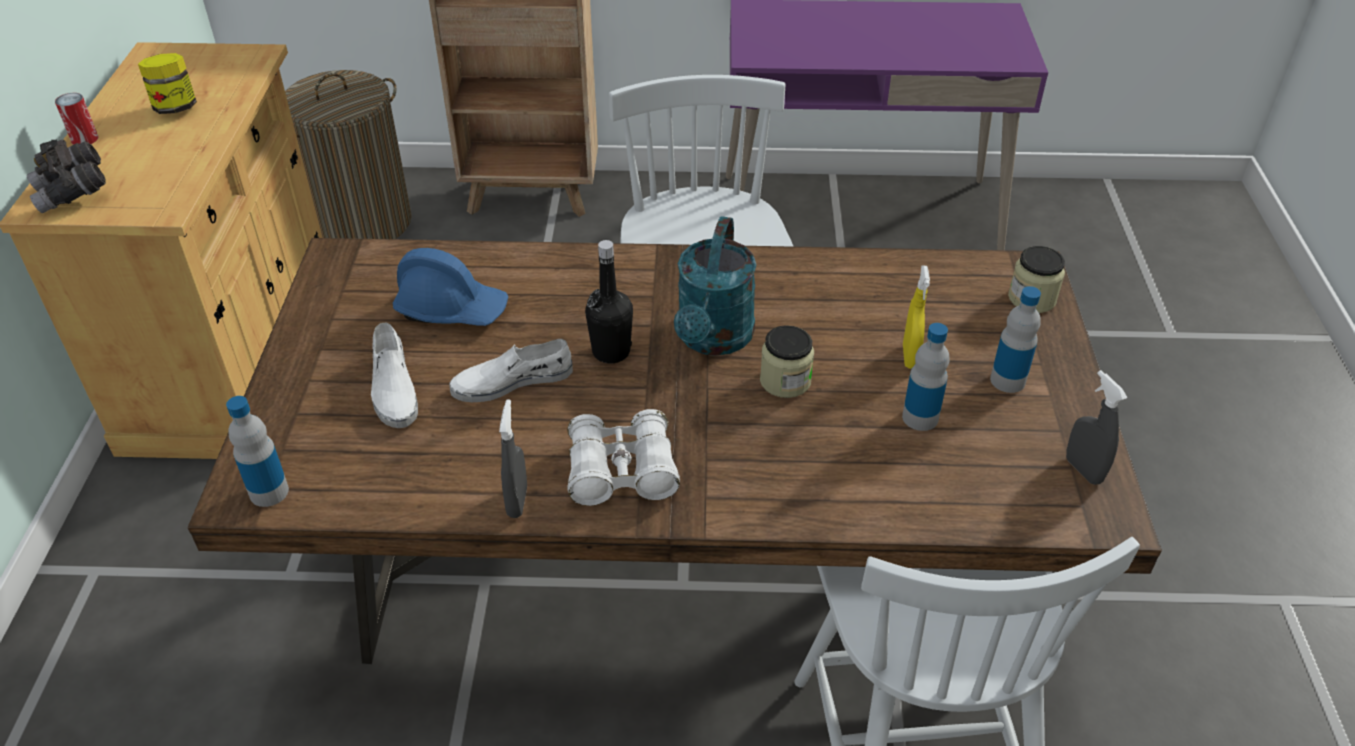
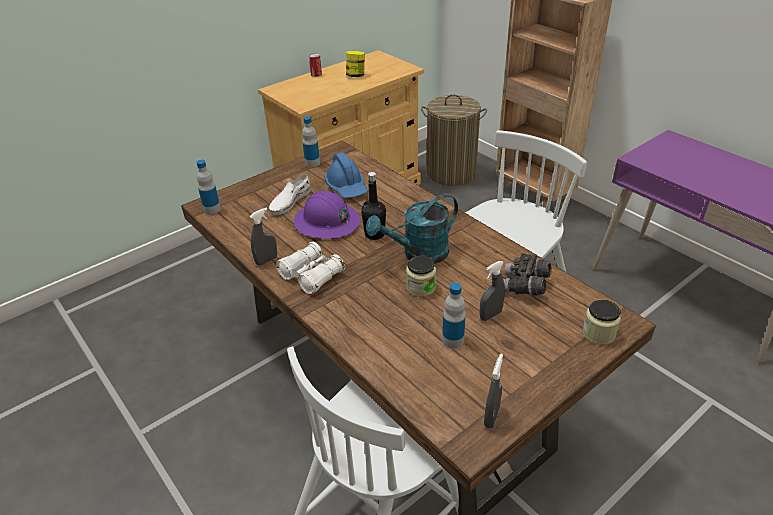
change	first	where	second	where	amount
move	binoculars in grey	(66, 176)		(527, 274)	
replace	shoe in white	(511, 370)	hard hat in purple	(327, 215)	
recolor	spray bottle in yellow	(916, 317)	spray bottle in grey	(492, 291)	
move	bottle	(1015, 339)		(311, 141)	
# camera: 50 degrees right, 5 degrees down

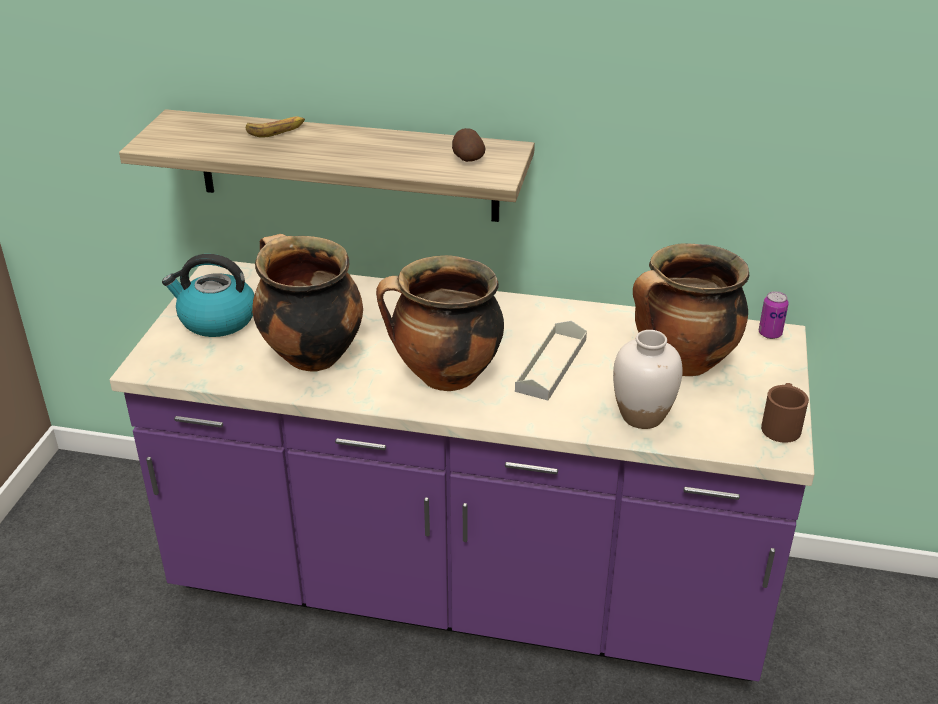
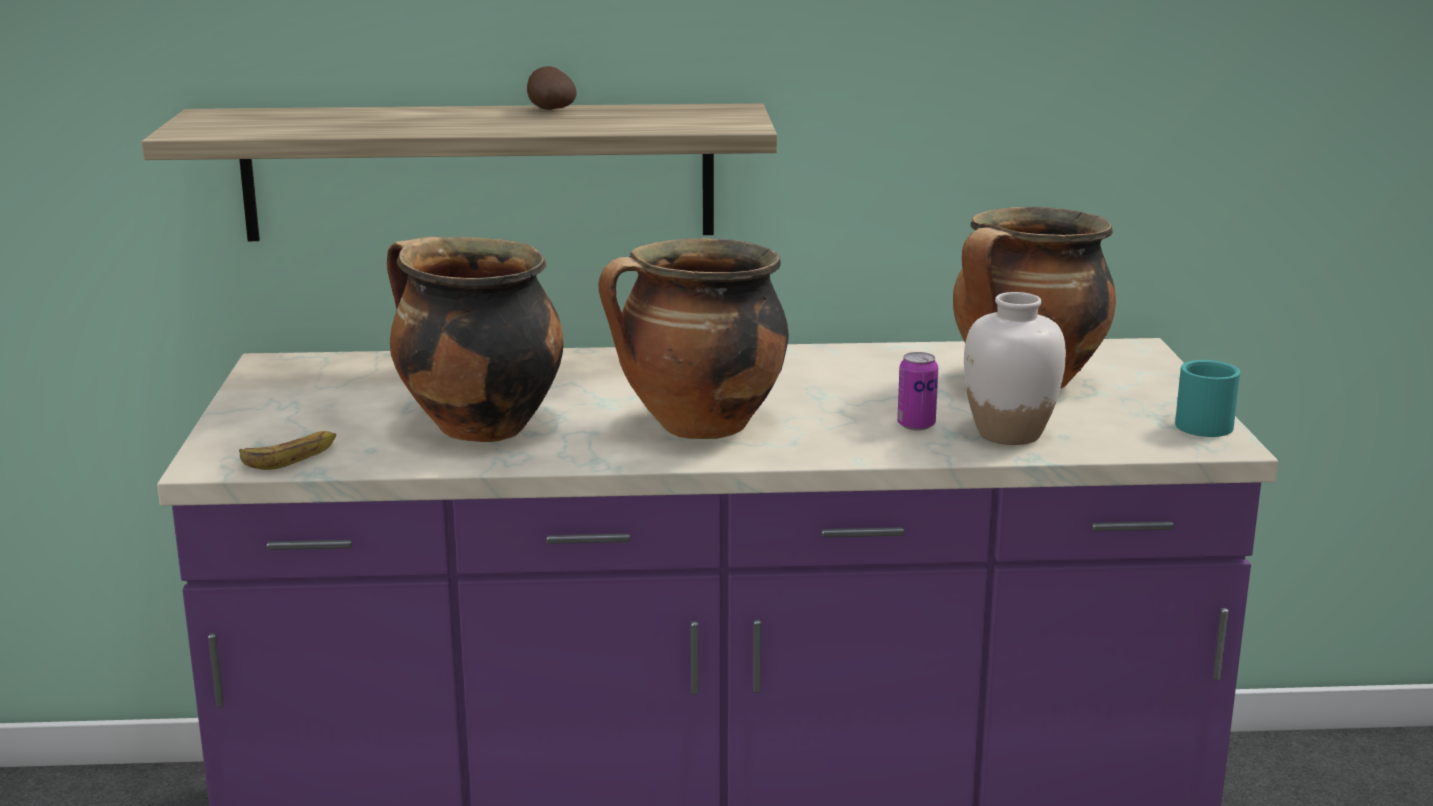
change	first	where	second	where	amount
delete	kettle	(208, 295)			
move	banana	(275, 126)		(287, 450)	
move	potato	(468, 145)		(552, 88)	
delete	tray in grey	(551, 360)			
move	can	(773, 315)		(917, 391)	
recolor	mug in brown	(785, 413)	mug in turquoise	(1207, 398)	
# camera: 15 degrees left, 15 degrees down

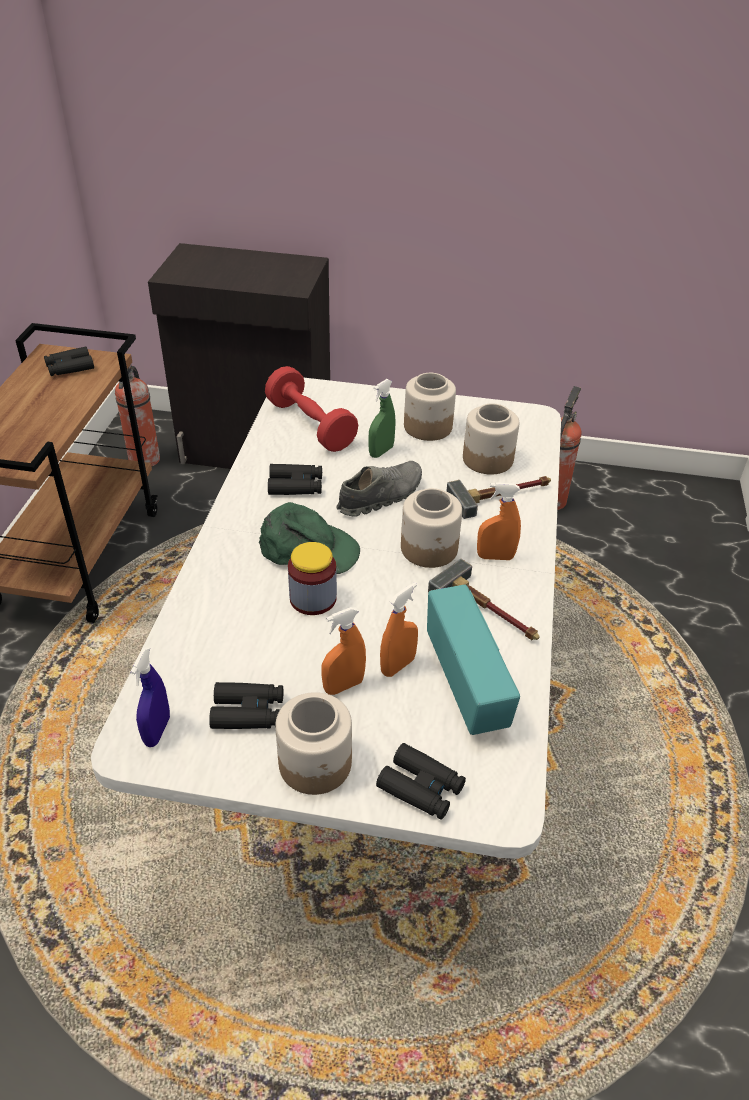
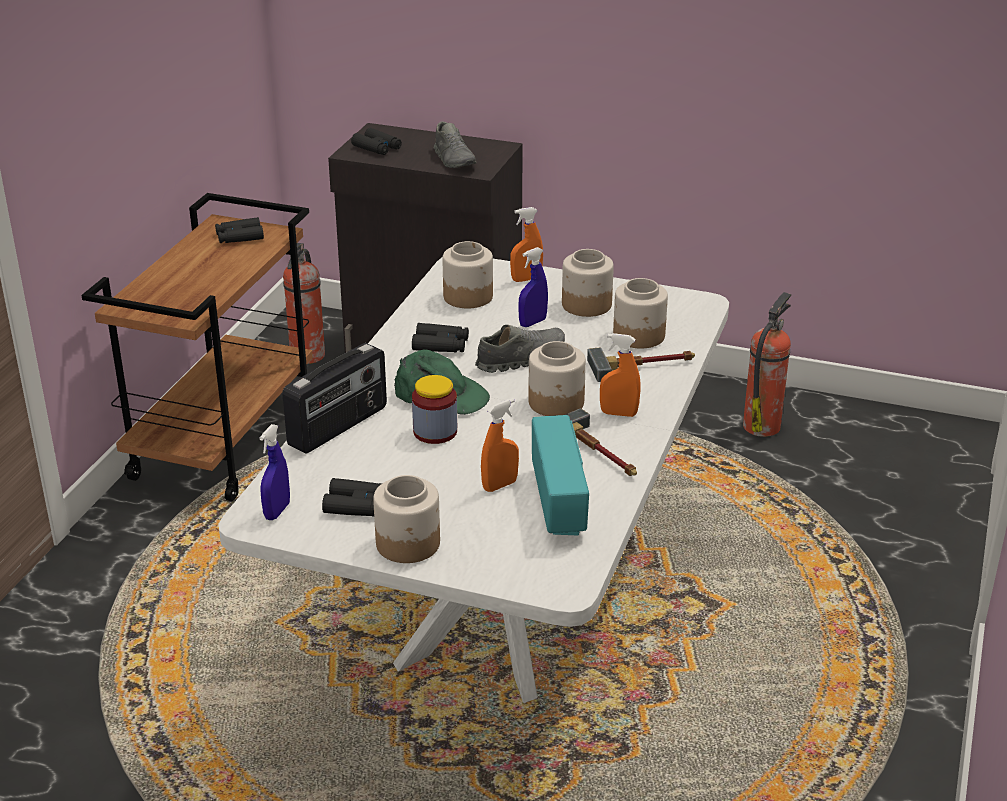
change	first	where	second	where	amount
replace	dumbbell in red	(311, 409)	jar	(467, 274)	
move	spray bottle in orange	(343, 651)		(526, 244)	
recolor	spray bottle in green	(382, 418)	spray bottle in blue	(533, 287)	
move	binoculars in black	(421, 781)		(376, 141)	
insert			radio	(334, 398)	
insert			shoe in grey	(455, 144)	
# camera: 10 degrees right, 10 degrees down

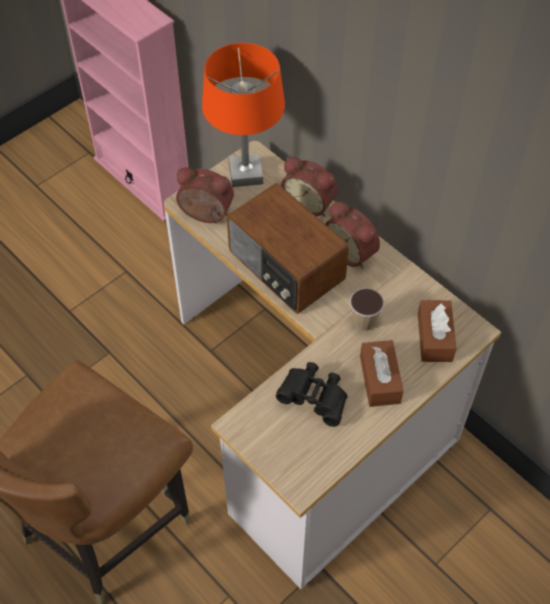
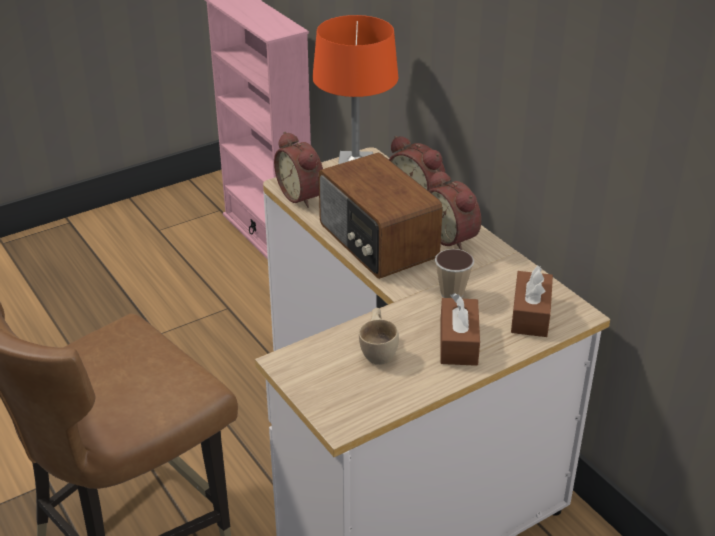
change	first	where	second	where	amount
rotate	alarm clock	(205, 195)		(298, 170)	150 degrees counterclockwise
replace	binoculars in black	(312, 394)	cup in beige	(379, 336)	
# camera: 10 degrees right, 20 degrees down

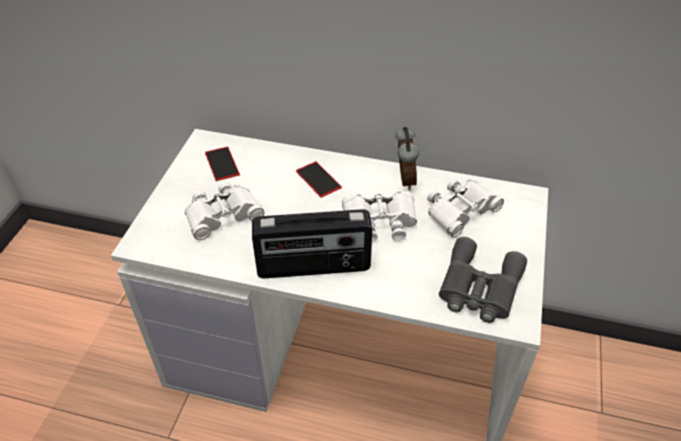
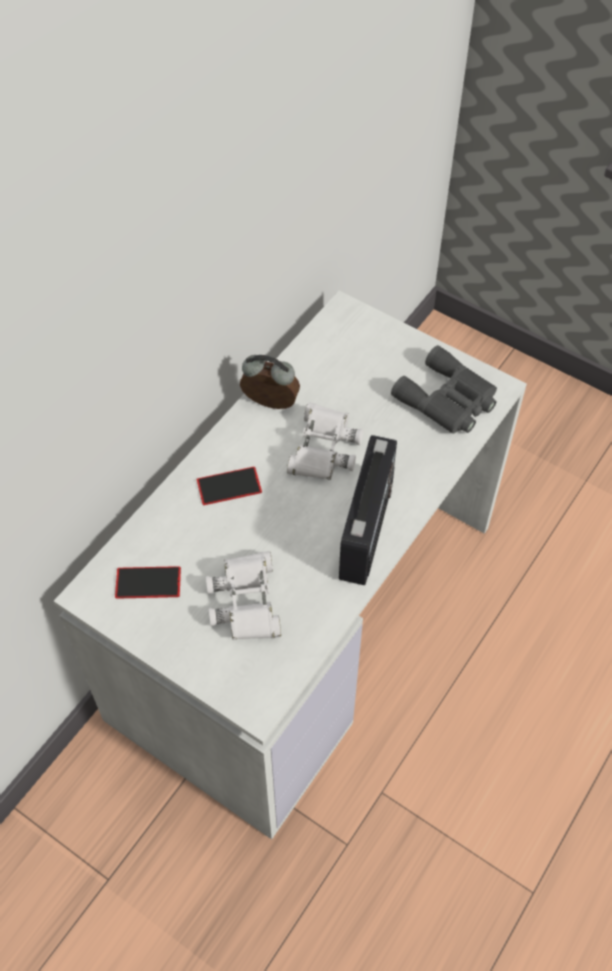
change	first	where	second	where	amount
delete	binoculars in white	(465, 207)			
# camera: 70 degrees left, 10 degrees up

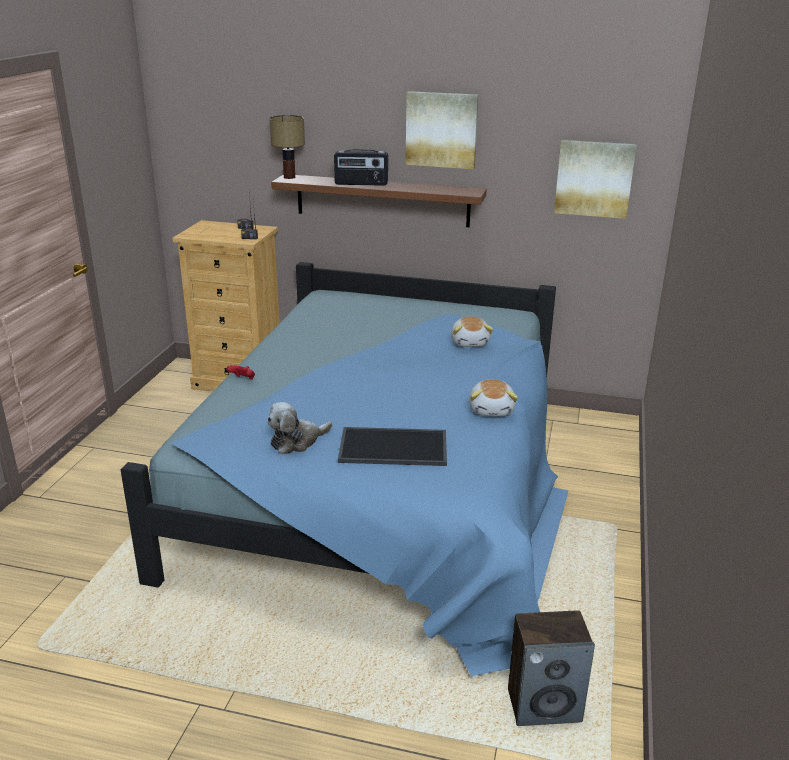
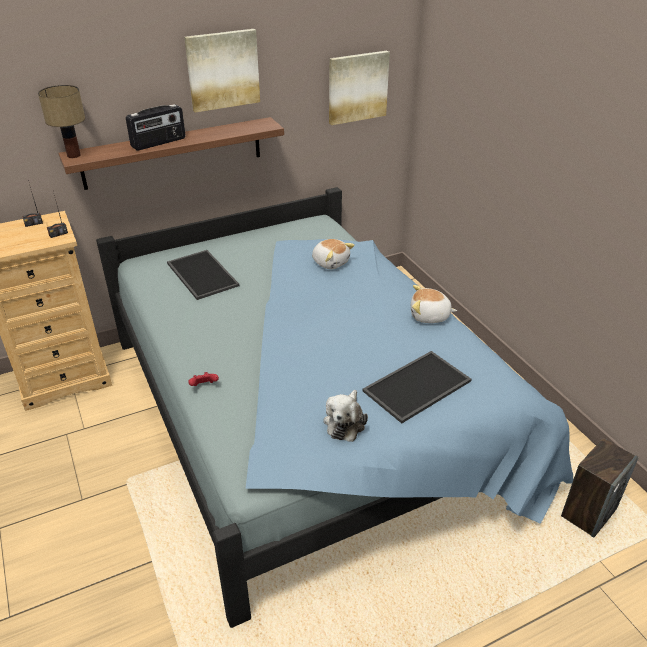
change	first	where	second	where	amount
rotate	plush toy	(493, 397)		(434, 304)	135 degrees clockwise
insert			tray	(203, 275)	
# camera: 40 degrees left, 10 degrees up

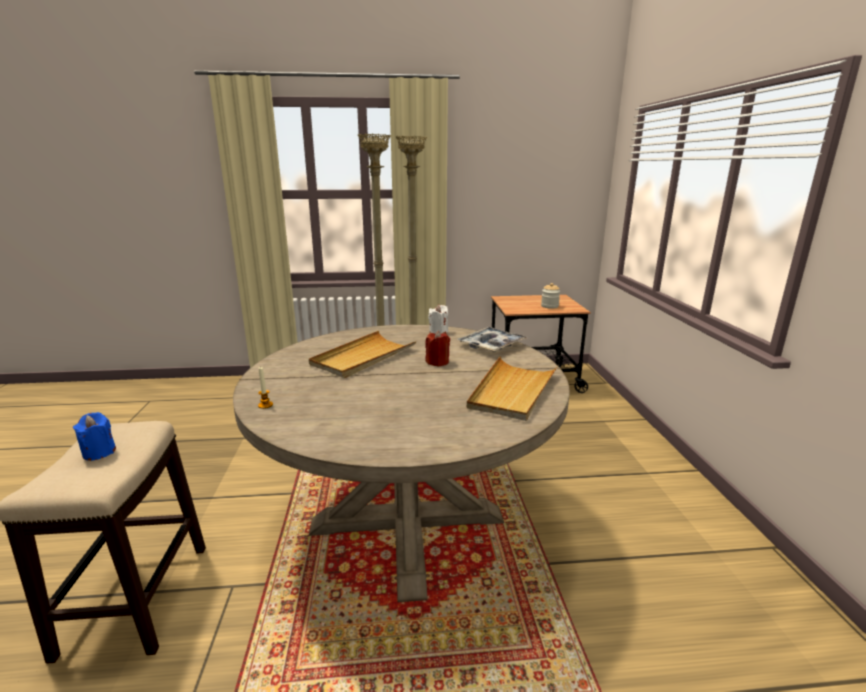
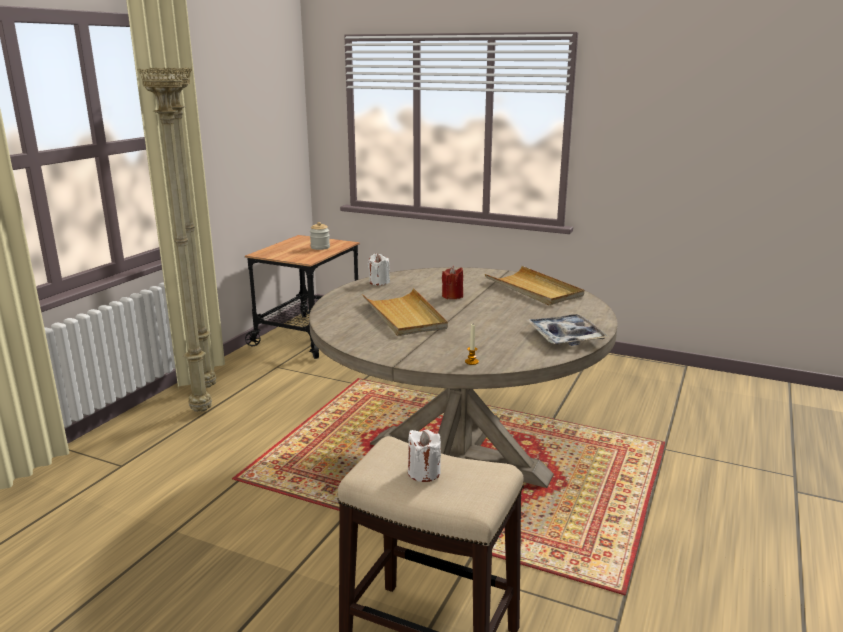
change	first	where	second	where	amount
recolor	candle in blue	(94, 436)	candle in white	(424, 456)	
move	tray	(492, 339)		(568, 330)	
# camera: 60 degrees left, 0 degrees up

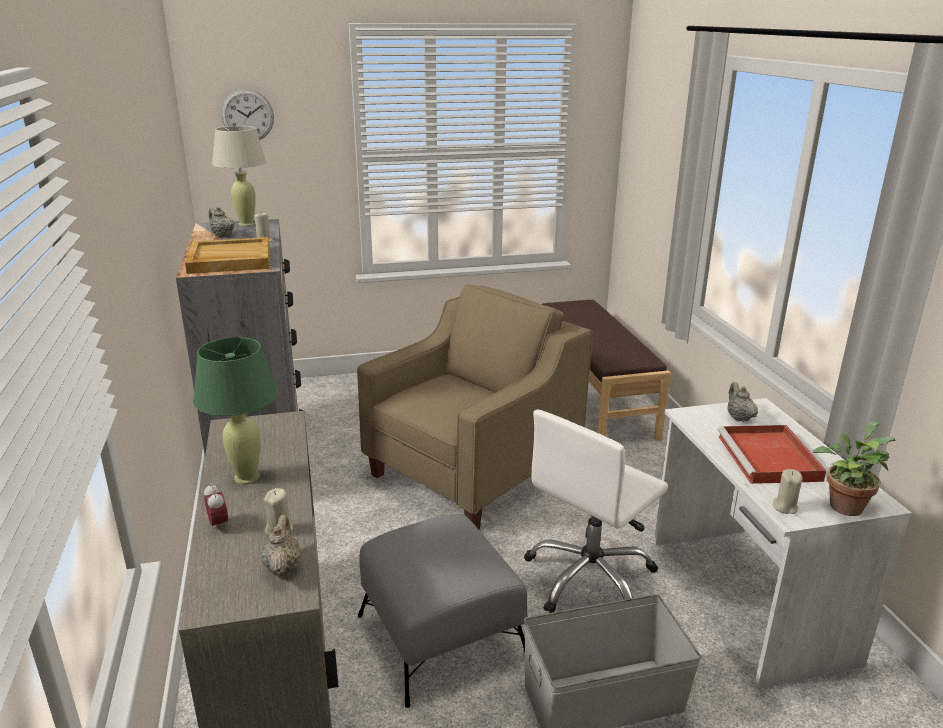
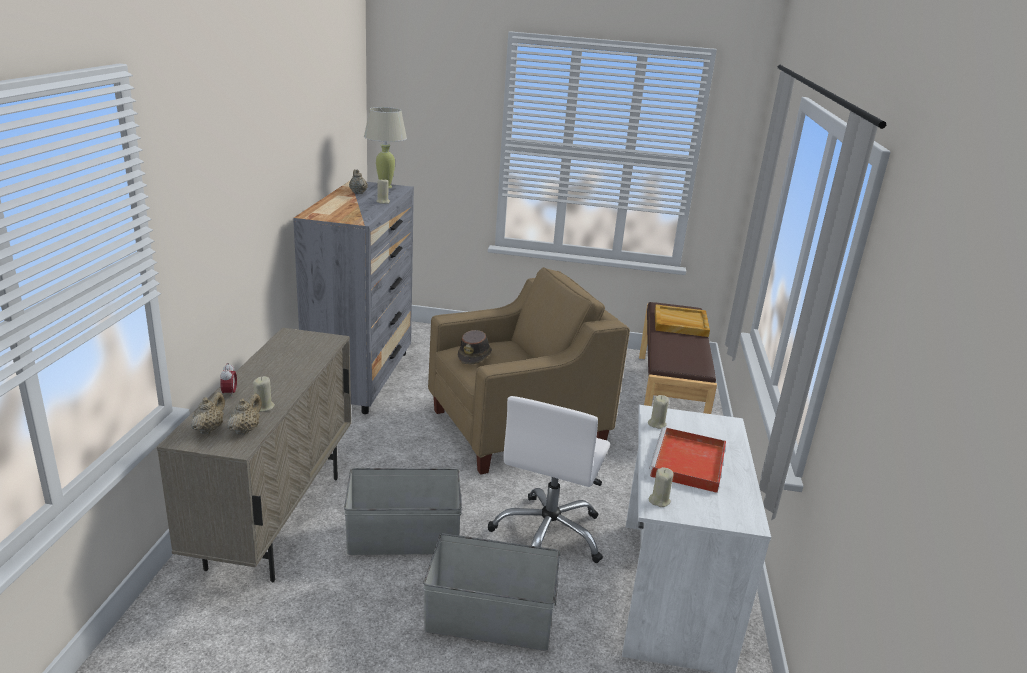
change	first	where	second	where	amount
move	tray in beige	(227, 255)		(682, 320)	
delete	table lamp in green	(235, 410)			
delete	wall clock	(247, 114)			
replace	ottoman in grey	(443, 611)	storage box in grey	(402, 511)	
rotate	office chair in white	(596, 511)		(549, 479)	45 degrees counterclockwise
move	teapot in beige	(743, 402)		(208, 413)	
delete	potted plant	(854, 468)			
insert			hat in brown	(475, 347)	
insert			candle in beige	(658, 412)	
# camera: 20 degrees right, 0 degrees up

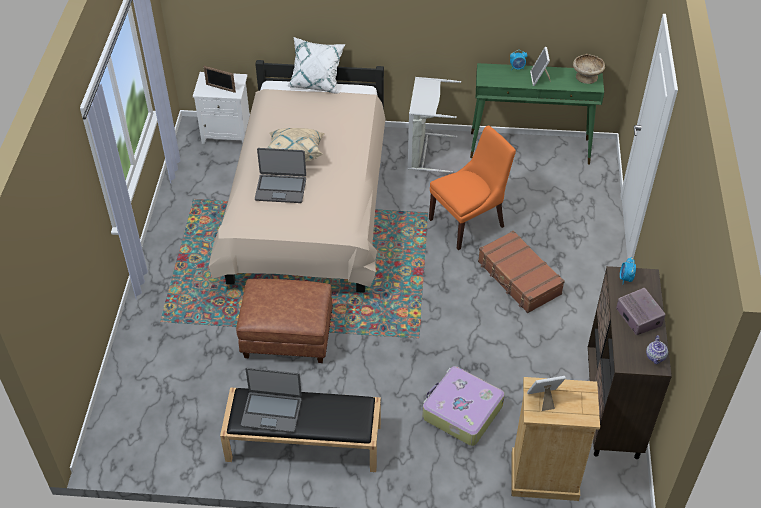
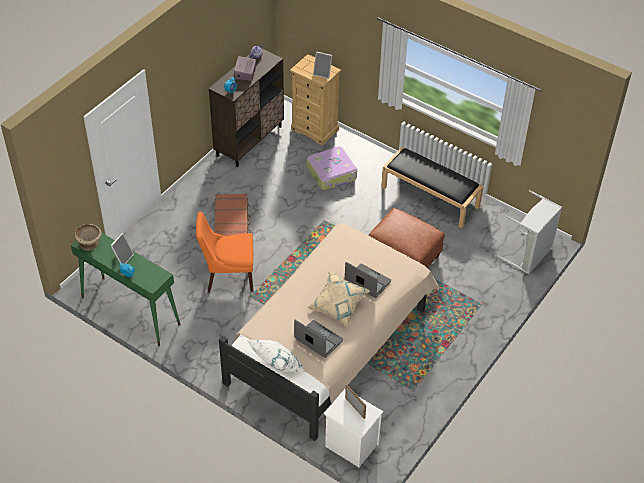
change	first	where	second	where	amount
move	laptop	(271, 400)		(318, 339)	
move	laundry basket in grey	(434, 125)		(530, 232)	
# camera: 150 degrees left, 0 degrees up

